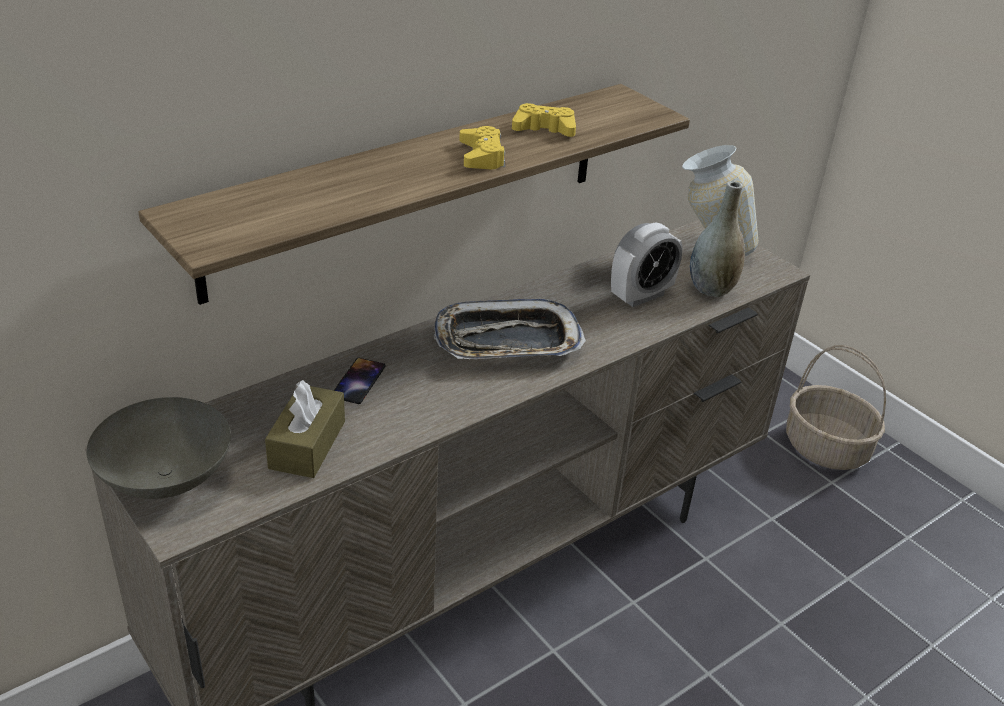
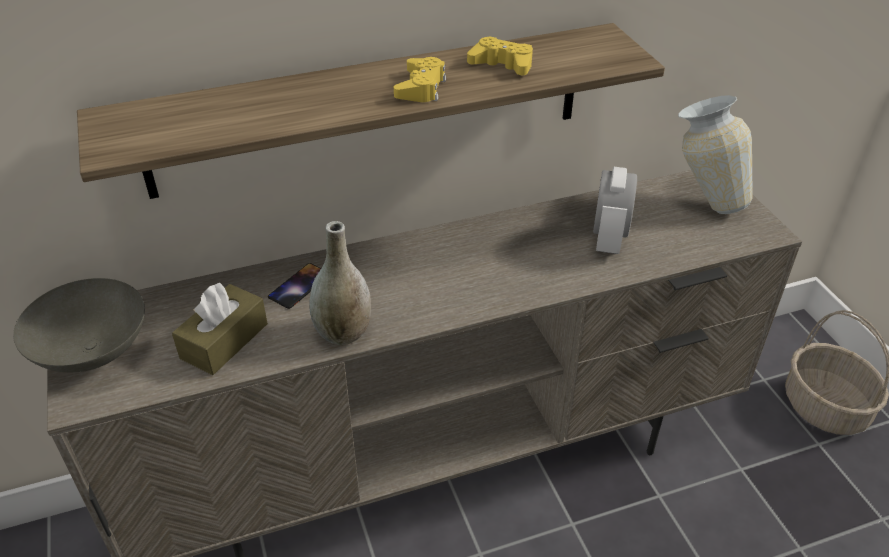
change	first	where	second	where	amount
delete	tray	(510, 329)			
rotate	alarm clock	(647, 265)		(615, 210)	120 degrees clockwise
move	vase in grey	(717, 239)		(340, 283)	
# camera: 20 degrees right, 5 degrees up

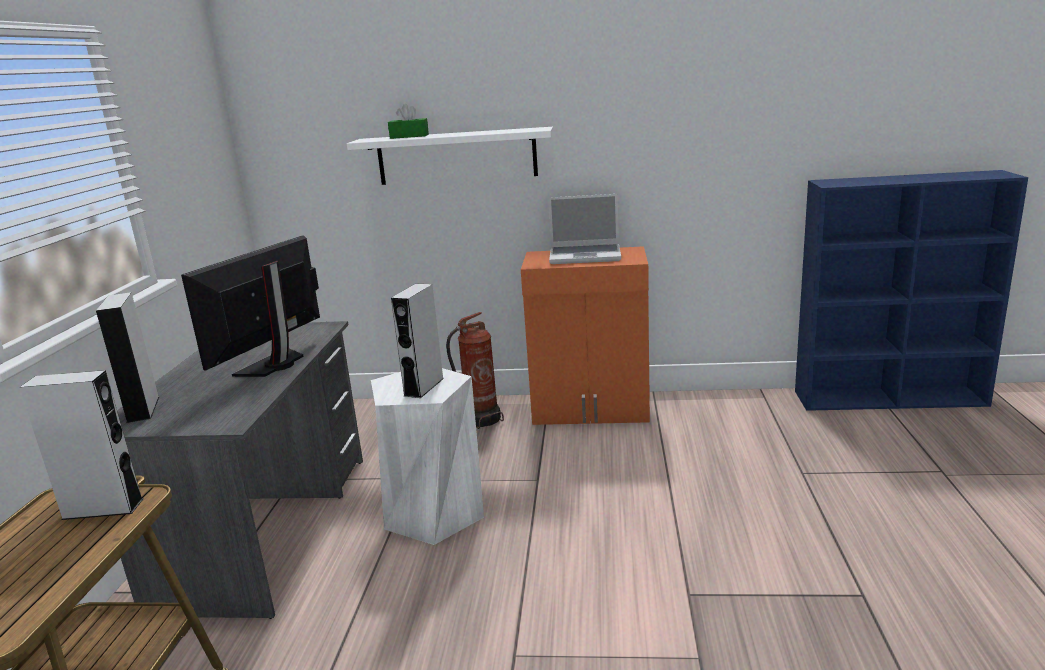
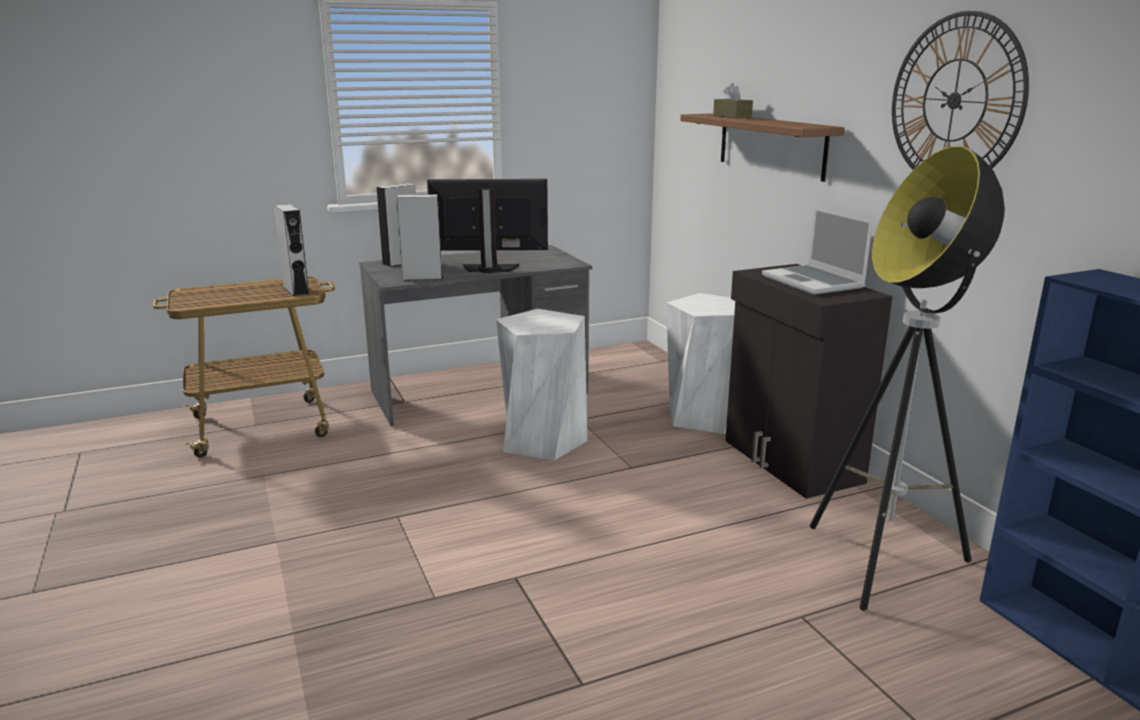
change	first	where	second	where	amount
recolor	shelf in white	(450, 156)	shelf in brown	(762, 147)	
recolor	tissue box in green	(408, 121)	tissue box in brown	(733, 100)	
move	speaker in grey	(417, 340)		(420, 237)	
replace	fire extinguisher	(475, 370)	stool in white	(700, 363)	
recolor	cabinet in orange	(585, 335)	cabinet in black	(809, 381)	
insert			floor lamp	(907, 378)	
insert			wall clock	(960, 90)	
# camera: 60 degrees right, 0 degrees up

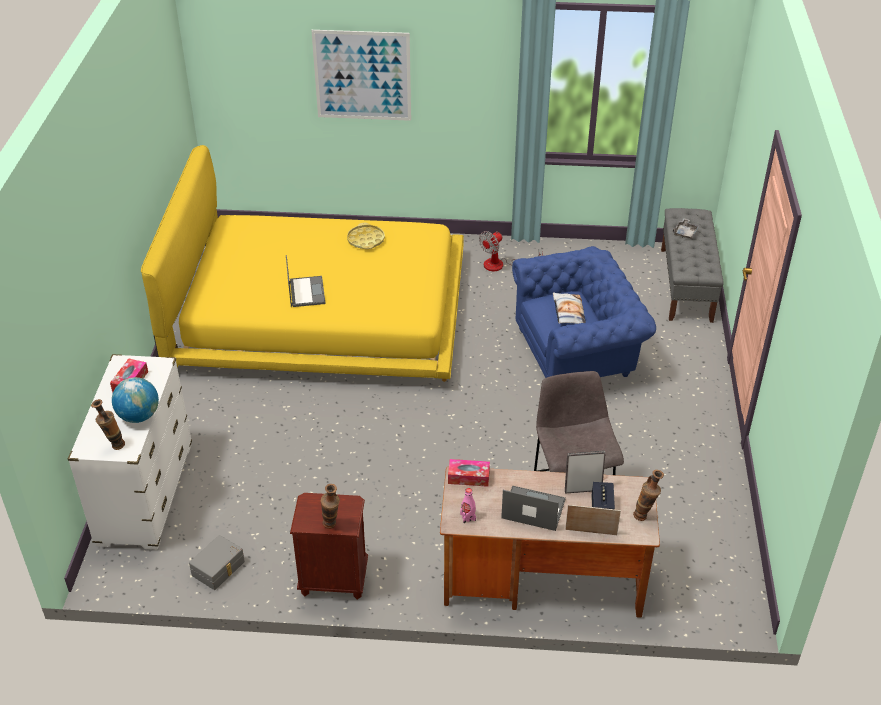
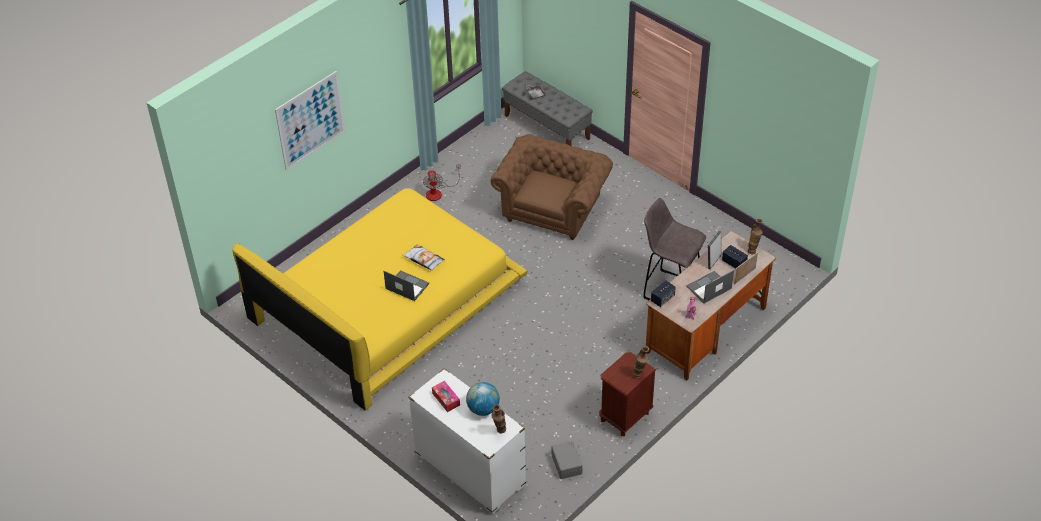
change	first	where	second	where	amount
delete	tray in yellow	(366, 236)			
replace	tissue box	(469, 473)	speaker	(663, 293)	
recolor	armchair in blue	(584, 312)	armchair in brown	(552, 187)	
move	pillow	(569, 308)		(423, 258)	
# camera: 50 degrees left, 5 degrees up

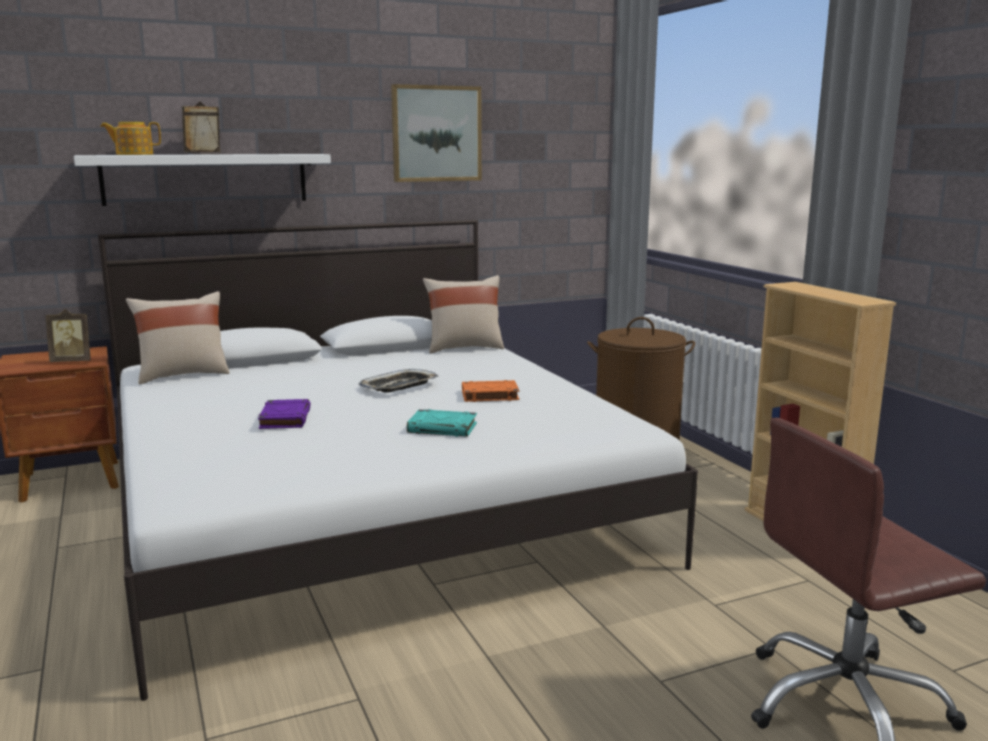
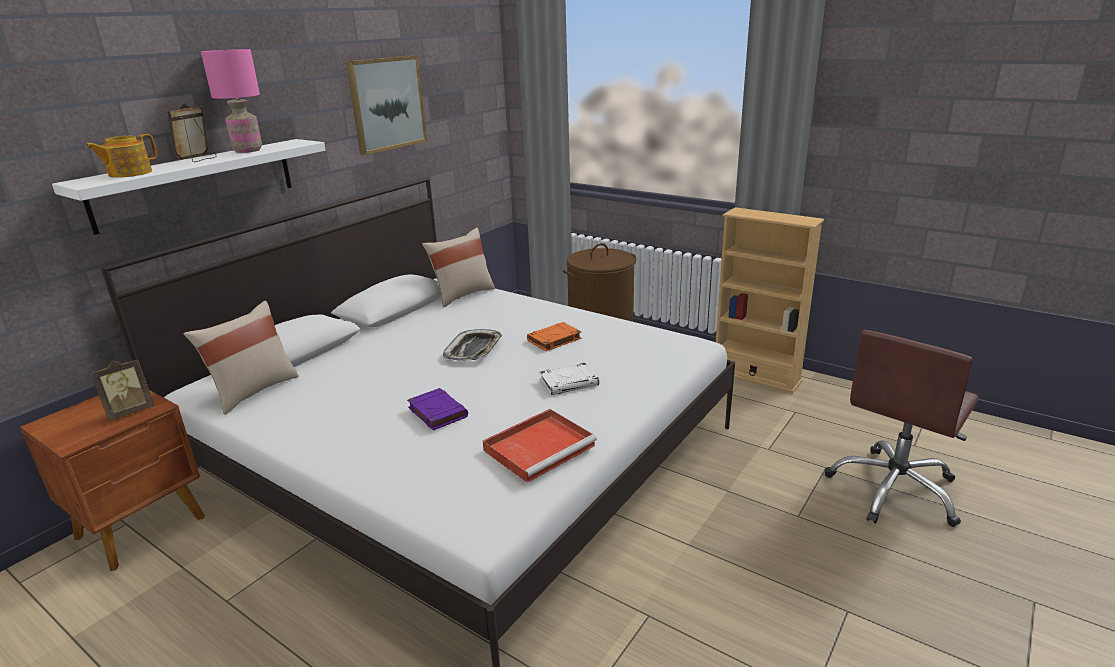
change	first	where	second	where	amount
recolor	book in turquoise	(442, 423)	book in white	(569, 378)	
insert			table lamp in pink	(231, 101)	
insert			tray in red	(540, 446)	
# camera: 30 degrees left, 10 degrees up

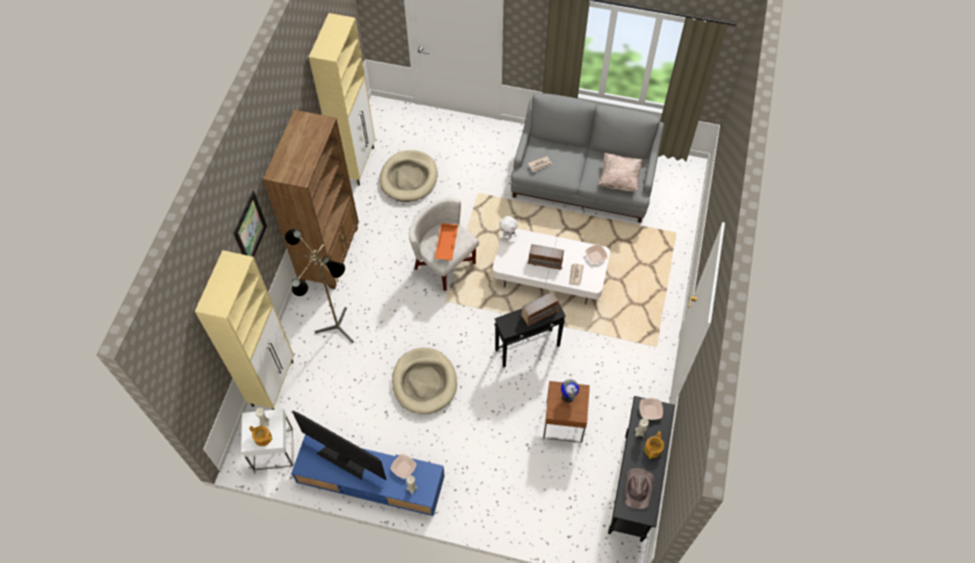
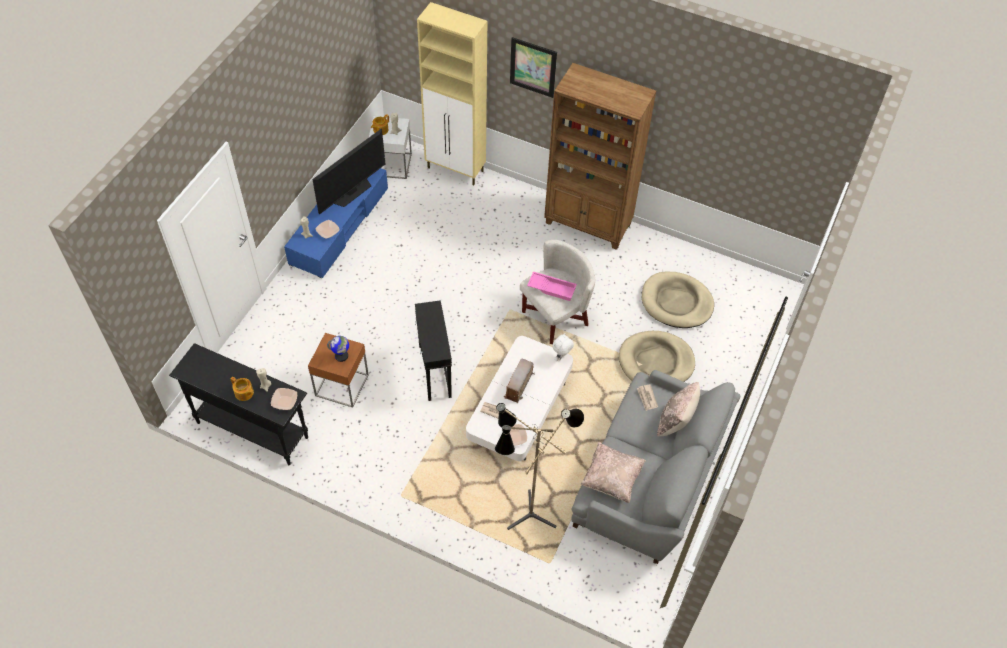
change	first	where	second	where	amount
move	floor lamp	(319, 286)		(539, 466)	
delete	cabinet in beige	(342, 99)			
move	dog bed in beige	(424, 381)		(657, 356)	
recolor	tray in orange	(446, 241)	tray in pink	(552, 286)	
delete	radio	(540, 309)			
delete	hat in brown	(639, 488)			
insert			pillow in beige	(678, 409)	
# camera: 100 degrees right, 5 degrees down

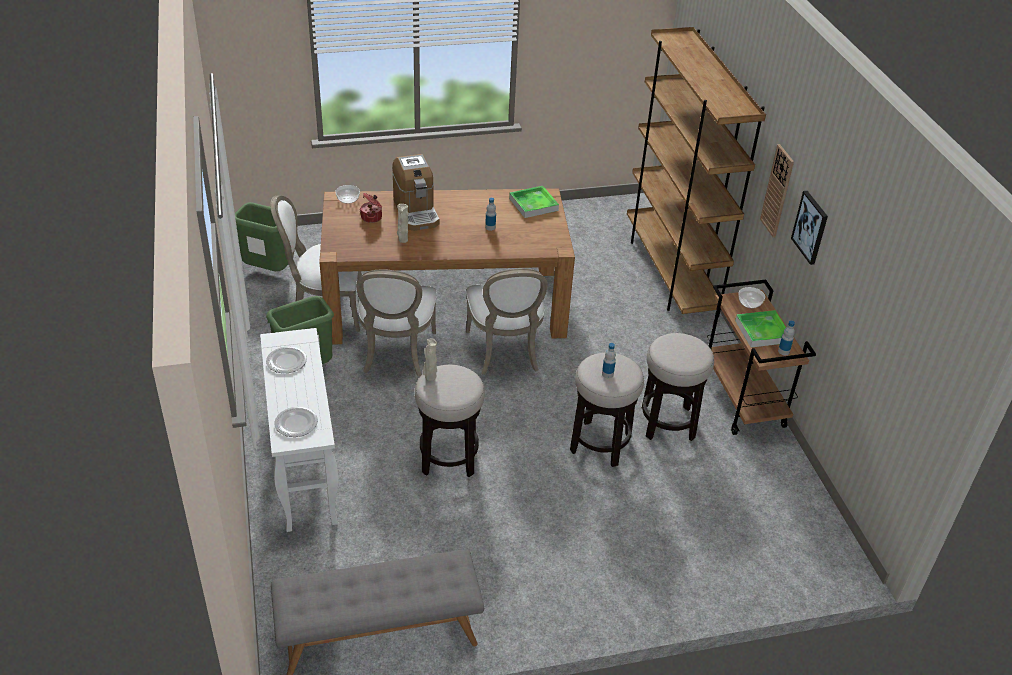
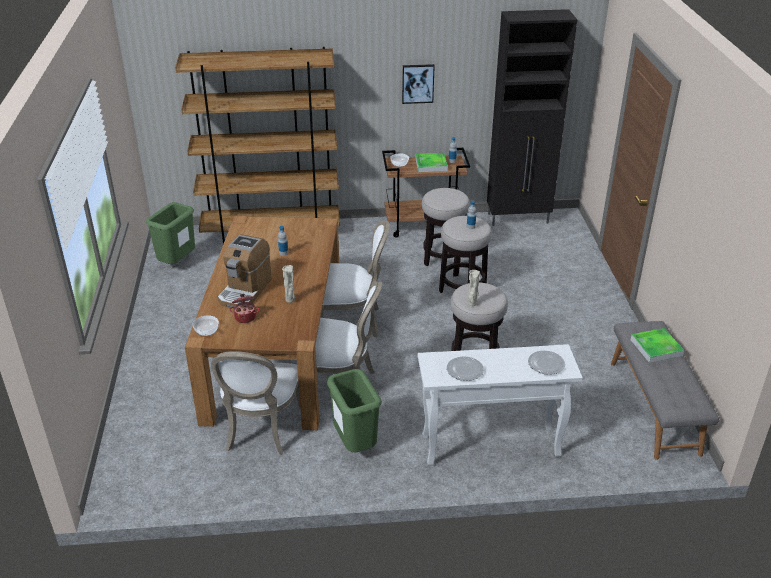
change	first	where	second	where	amount
move	trash can in green	(261, 236)		(170, 233)	
rotate	coffee machine	(416, 192)		(245, 270)	120 degrees clockwise
move	tray	(534, 202)		(657, 345)	
delete	wall clock	(777, 191)			
insert			cabinet in black	(532, 117)	
# camera: 80 degrees left, 5 degrees down

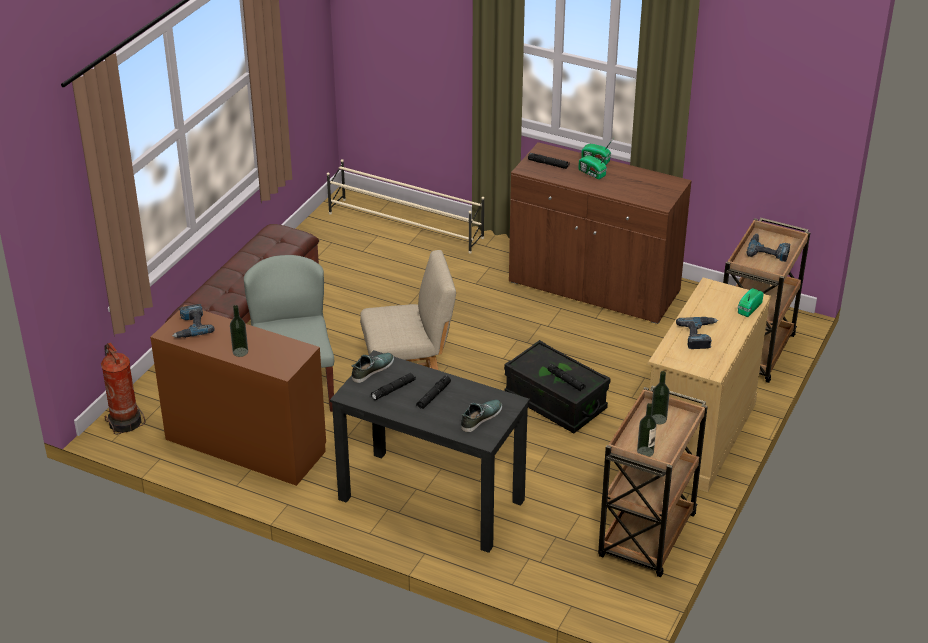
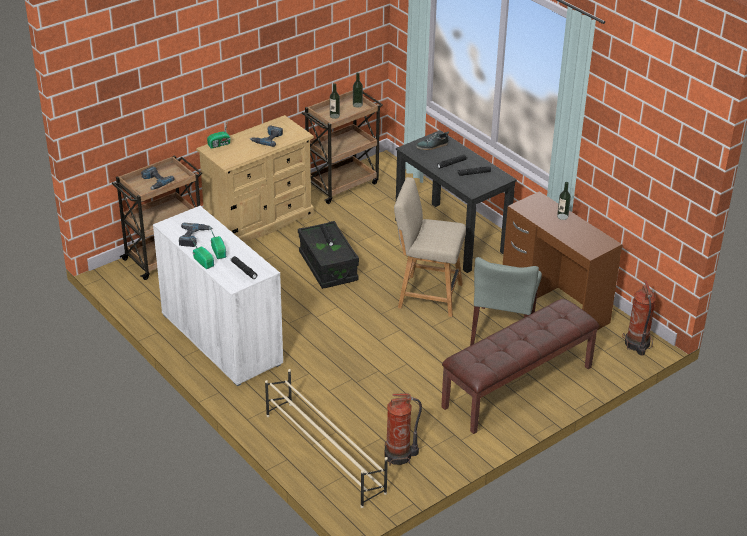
change	first	where	second	where	amount
move	power drill	(193, 321)		(196, 235)	
delete	shoe	(372, 368)			
recolor	cabinet in brown	(600, 233)	cabinet in white	(218, 296)	
insert			fire extinguisher	(403, 429)	
# camera: 155 degrees left, 0 degrees up

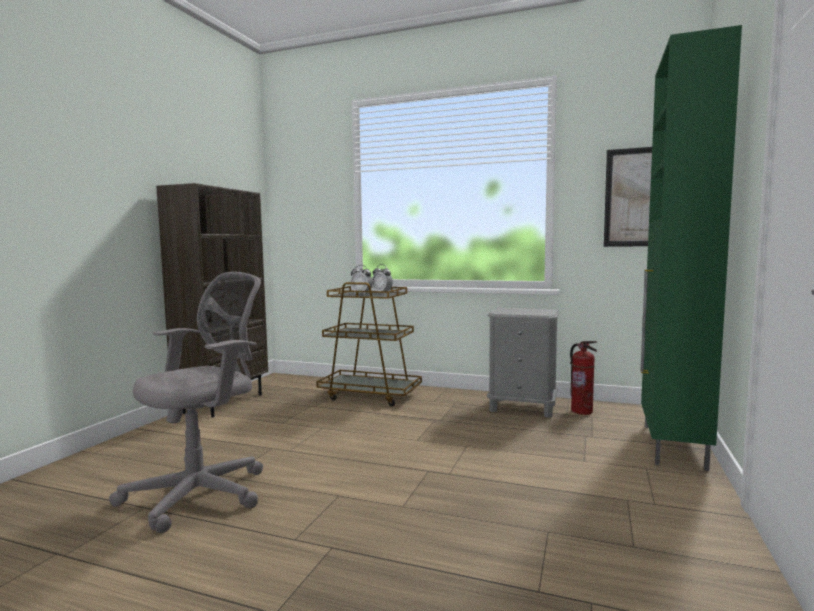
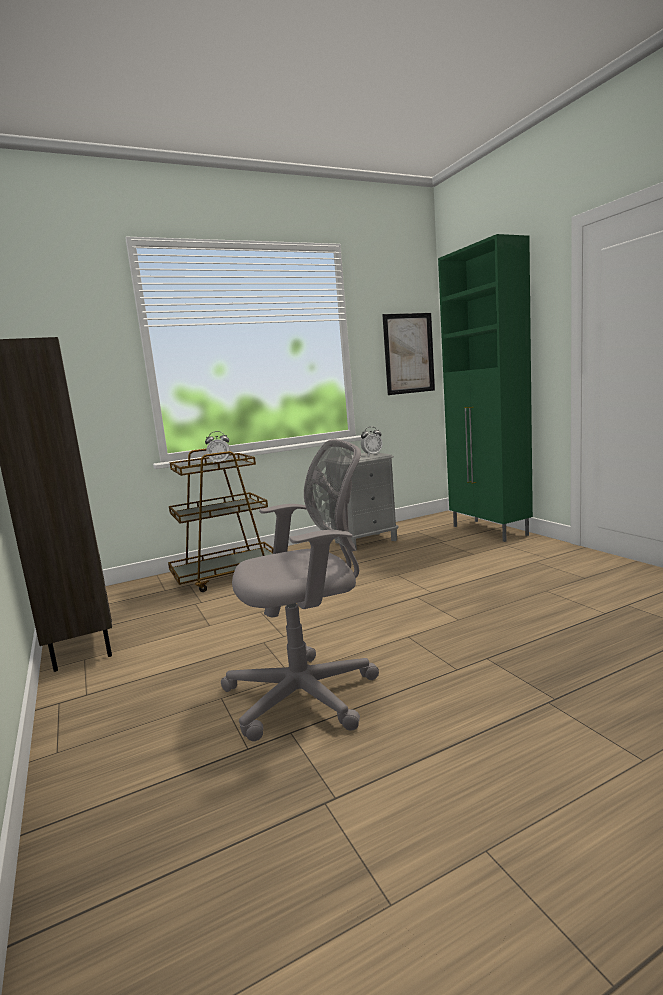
change	first	where	second	where	amount
rotate	office chair in grey	(186, 402)		(300, 590)	75 degrees clockwise
move	alarm clock	(361, 279)		(372, 441)	
delete	fire extinguisher	(583, 378)			
# camera: 45 degrees left, 5 degrees up

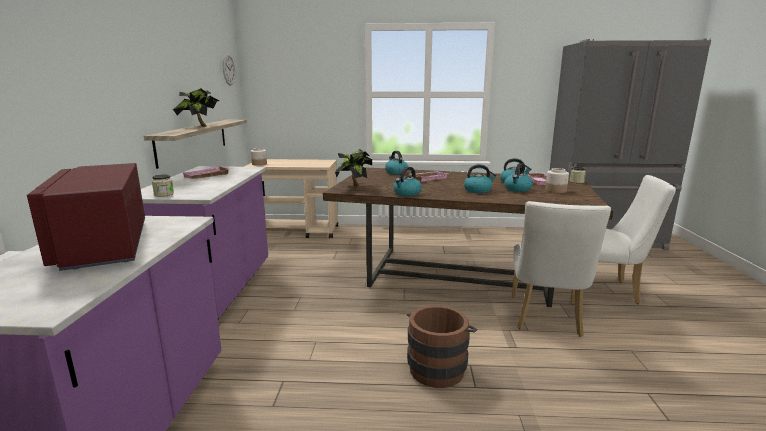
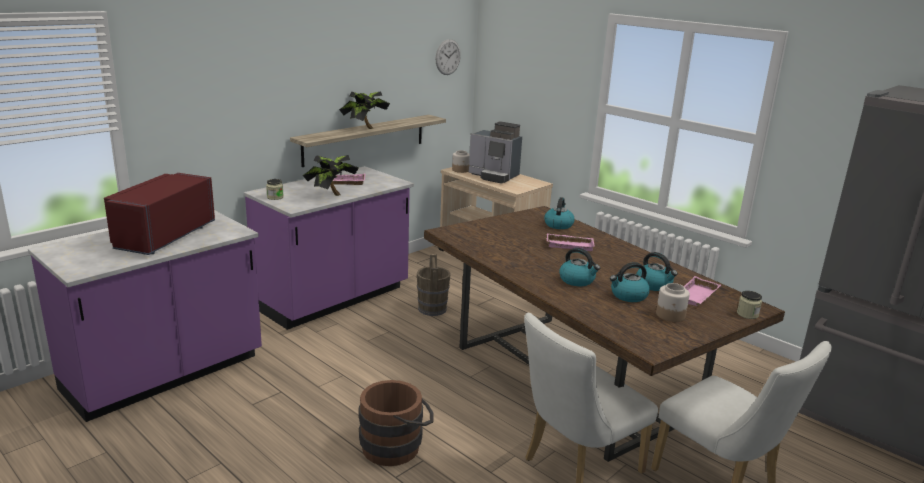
change	first	where	second	where	amount
move	potted plant	(353, 167)		(330, 175)	
delete	kettle	(407, 181)			
insert			bucket in brown	(434, 285)	
insert			coffee machine	(495, 152)	
# camera: 40 degrees right, 5 degrees up

